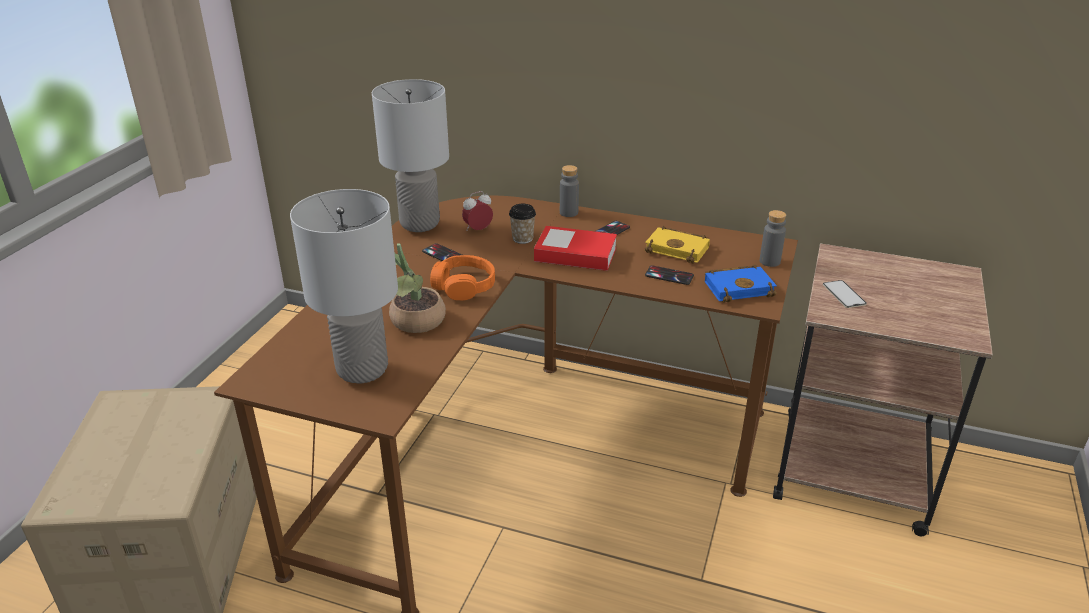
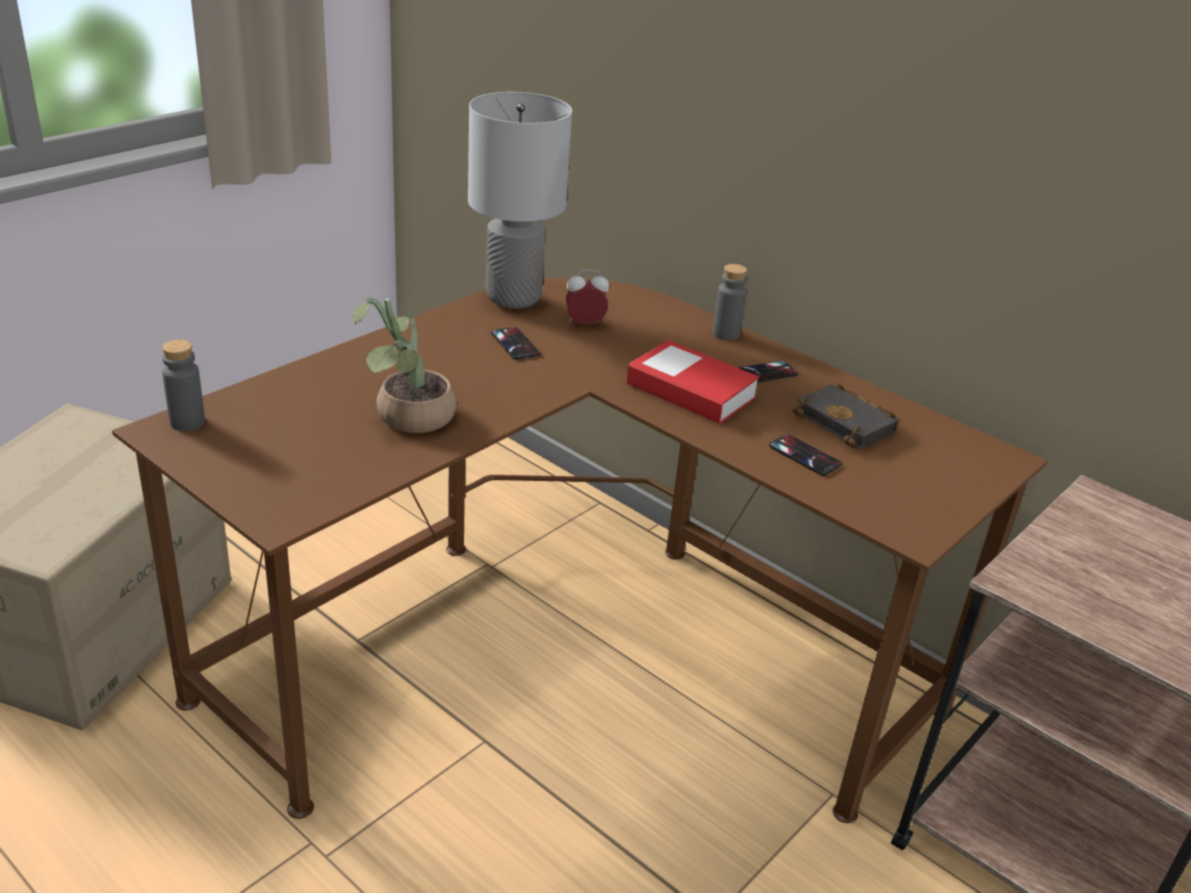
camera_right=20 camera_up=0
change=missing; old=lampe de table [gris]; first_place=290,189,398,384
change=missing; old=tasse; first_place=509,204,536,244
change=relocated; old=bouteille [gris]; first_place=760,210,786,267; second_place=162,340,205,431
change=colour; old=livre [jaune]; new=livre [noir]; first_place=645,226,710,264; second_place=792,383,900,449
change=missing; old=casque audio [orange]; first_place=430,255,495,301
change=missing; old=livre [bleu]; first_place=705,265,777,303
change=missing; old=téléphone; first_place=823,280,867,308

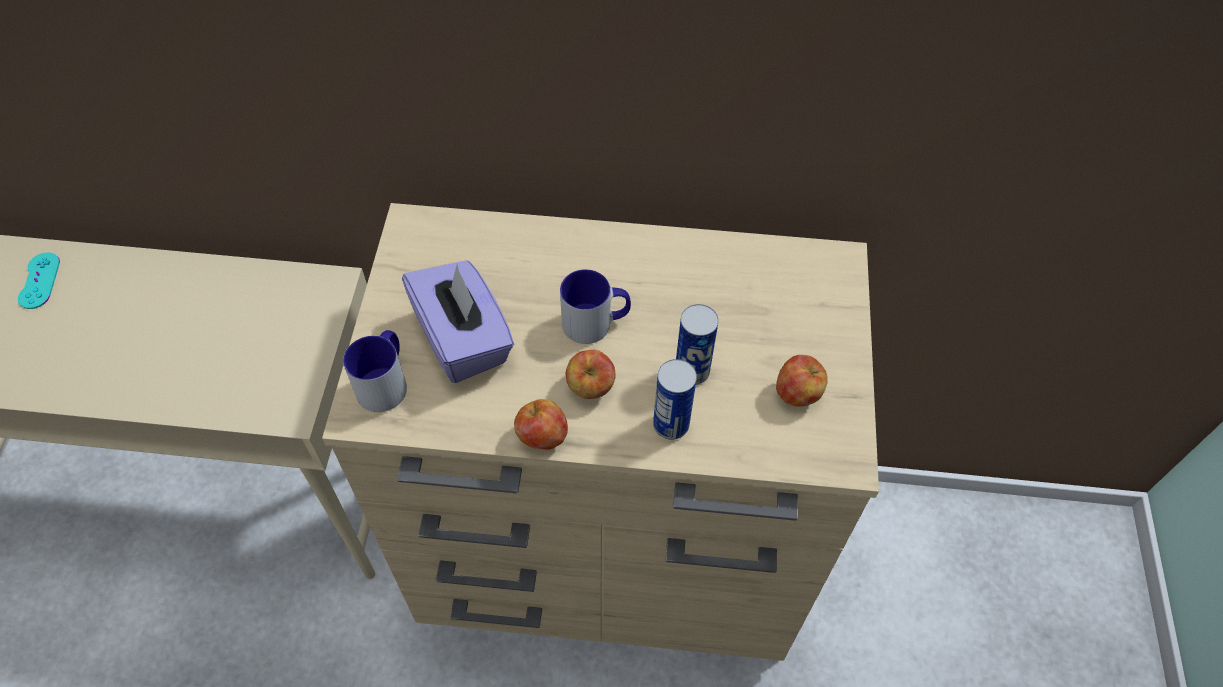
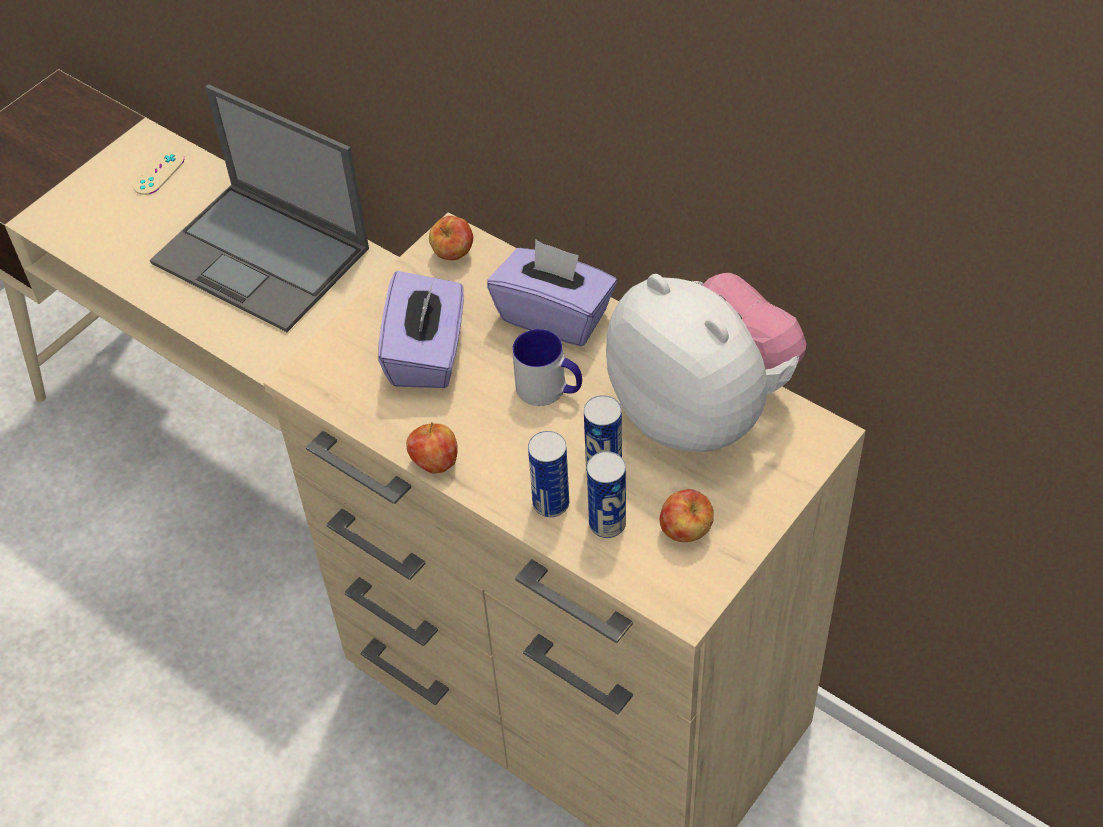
camera_right=35 camera_up=-5
change=colour; old=manette [turquoise]; new=manette [beige]; first_place=18,252,60,309; second_place=132,149,184,195
change=missing; old=mug; first_place=343,330,407,412
change=relocated; old=pomme; first_place=566,350,615,399; second_place=429,216,473,260
change=appeared; new=ordinateur portable; second_place=150,84,369,332
change=appeared; new=boîte à mouchoirs [violet]; second_place=487,239,617,346
change=appeared; new=peluche; second_place=606,273,806,452
change=appeared; new=boîte métallique; second_place=587,451,626,538

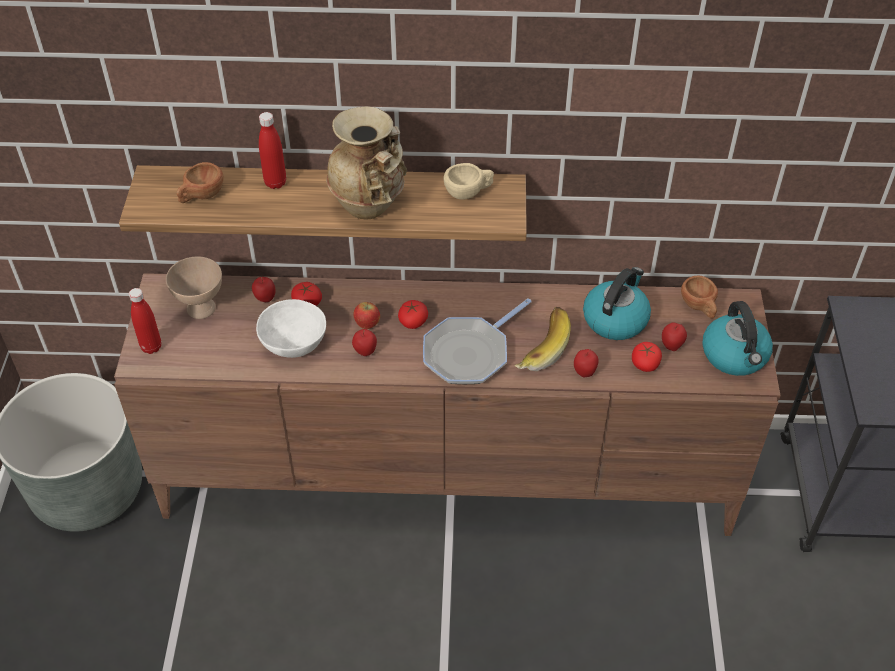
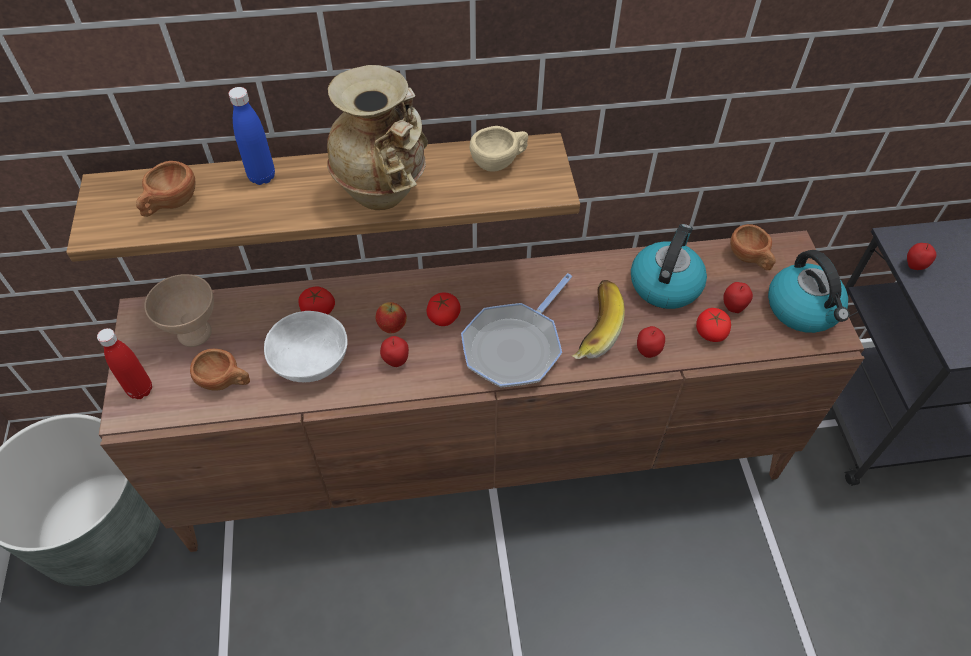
camera_right=-10 camera_up=5
change=colour; old=bouteille [rouge]; new=bouteille [bleu]; first_place=259,112,286,189; second_place=229,87,275,185
change=relocated; old=pomme; first_place=252,277,276,302; second_place=907,243,936,270
change=appeared; new=tasse [marron]; second_place=190,349,250,391

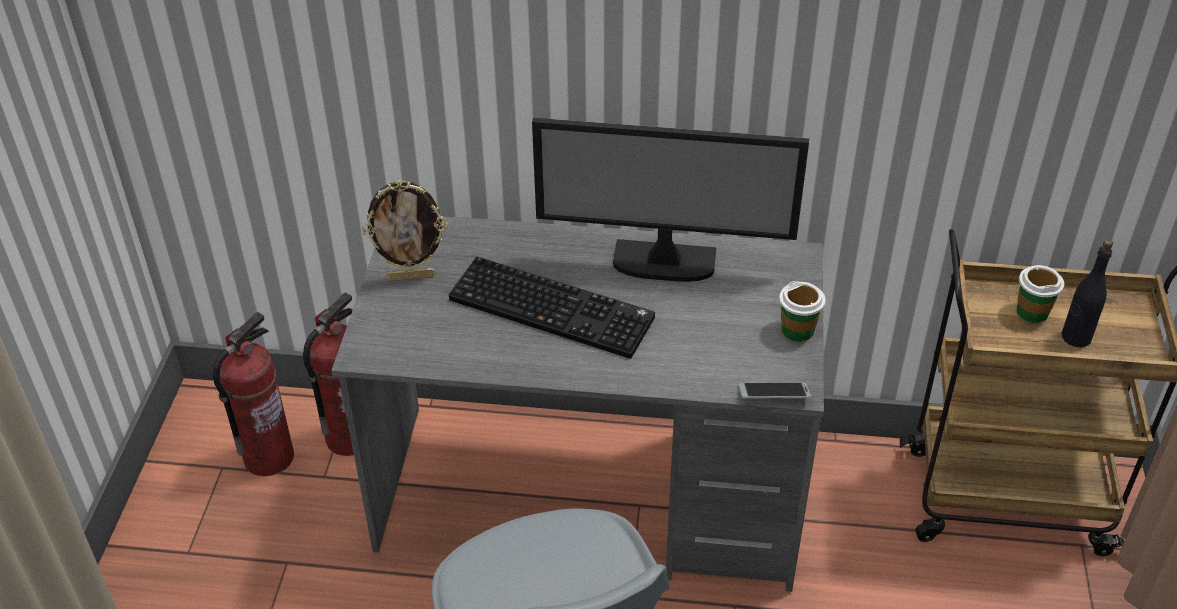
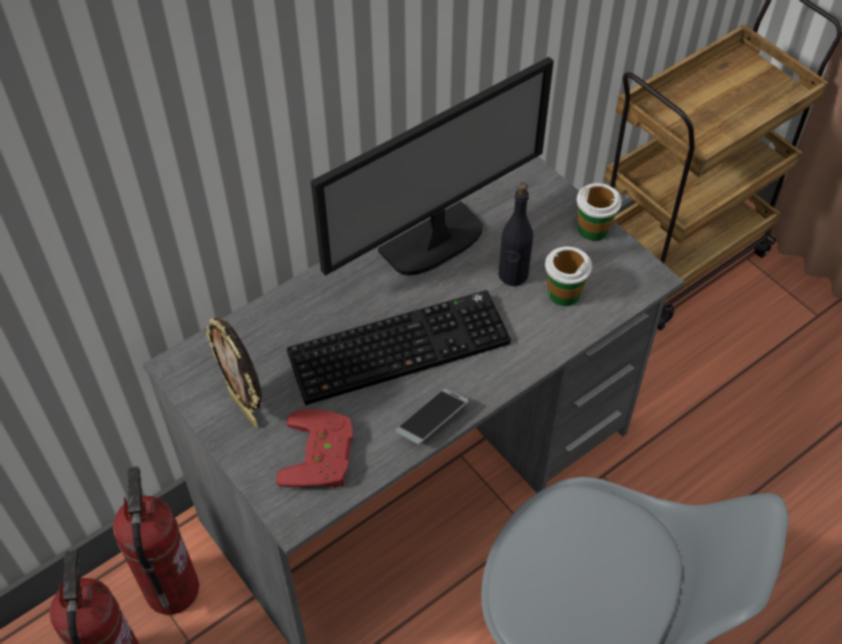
camera_right=-45 camera_up=10
change=spun; old=cadre photo; first_place=362,180,447,281; second_place=205,317,262,427; degrees=105
change=relocated; old=bouteille [noir]; first_place=1062,239,1113,347; second_place=498,182,533,286
change=relocated; old=tasse; first_place=1017,265,1064,323; second_place=545,247,592,306
change=relocated; old=téléphone; first_place=738,383,811,399; second_place=395,389,469,444
change=appeared; new=manette [rouge]; second_place=276,409,353,488

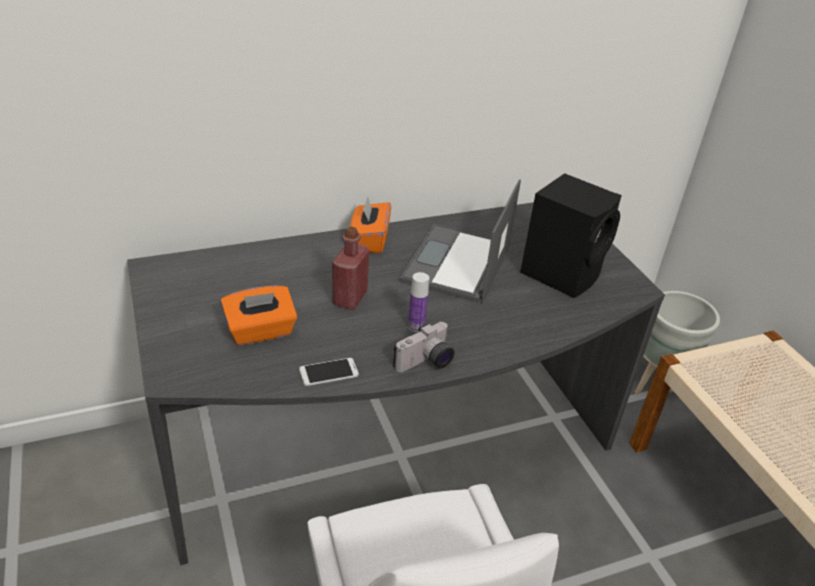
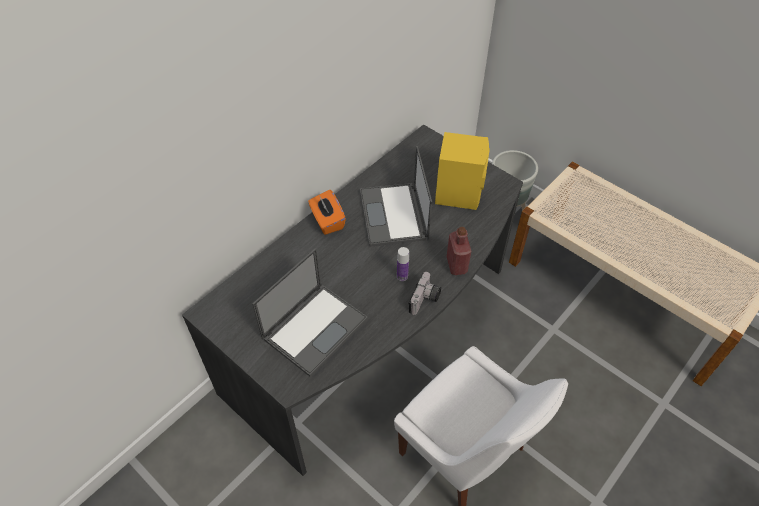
camera_right=-25 camera_up=15
change=colour; old=enceinte [noir]; new=enceinte [jaune]; first_place=520,173,622,298; second_place=435,132,490,210
change=relocated; old=bouteille [rouge]; first_place=332,227,369,310; second_place=446,227,471,275
change=exchanged; old=boîte à mouchoirs [orange]; new=ordinateur portable; first_place=220,286,297,345; second_place=252,248,368,377
change=missing; old=téléphone; first_place=299,358,359,386

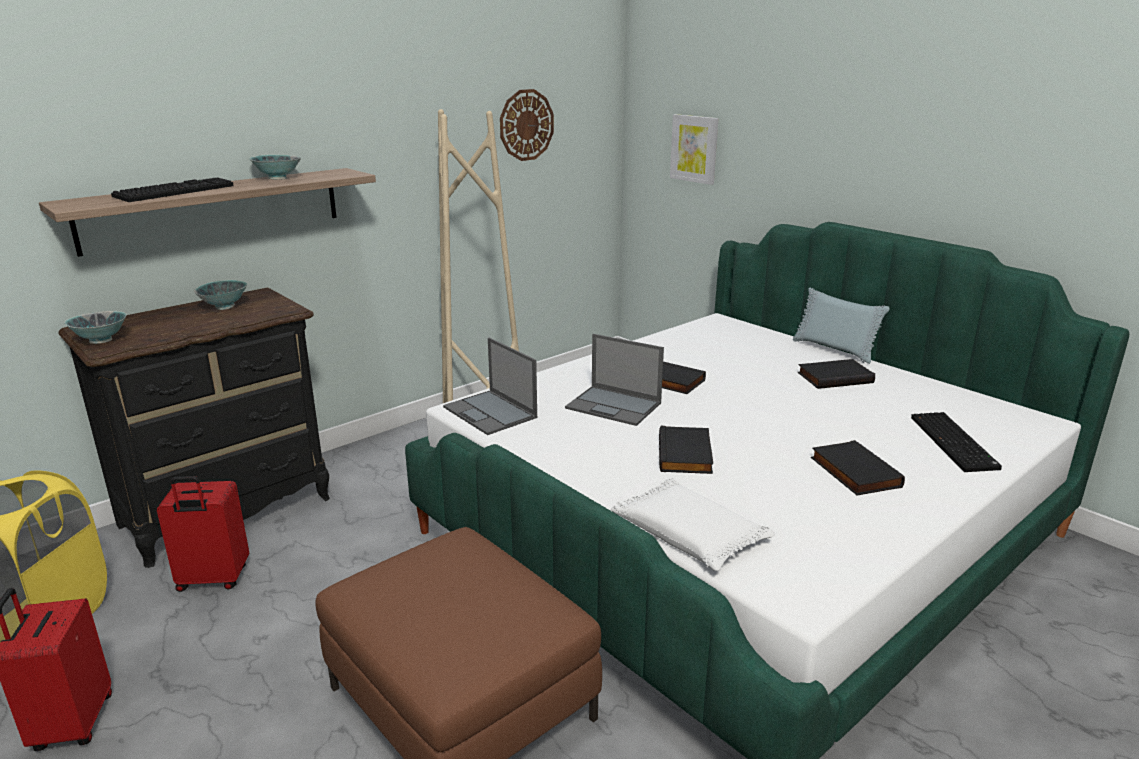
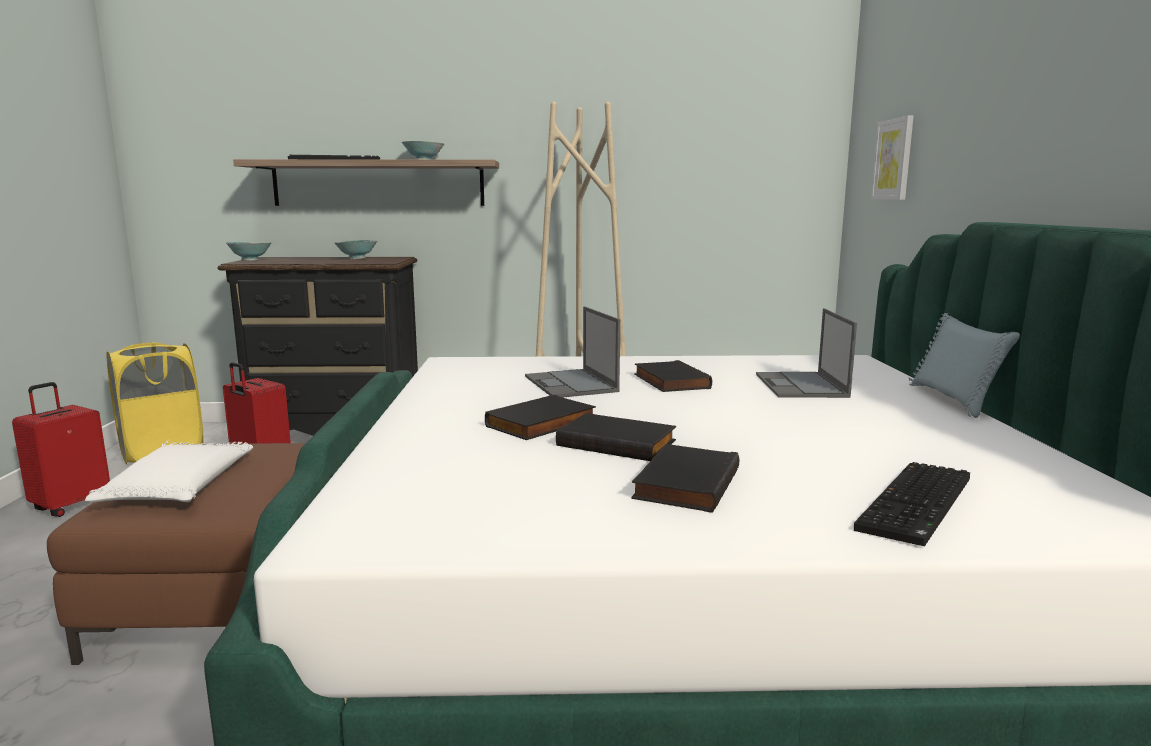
camera_right=40 camera_up=-10
change=missing; old=horloge murale; first_place=500,89,554,161
change=relocated; old=ordinateur portable; first_place=443,337,537,435; second_place=756,309,857,398
change=relocated; old=livre [noir]; first_place=797,359,875,389; second_place=556,413,676,461
change=relocated; old=coussin [blanc]; first_place=611,478,775,571; second_place=85,440,253,502

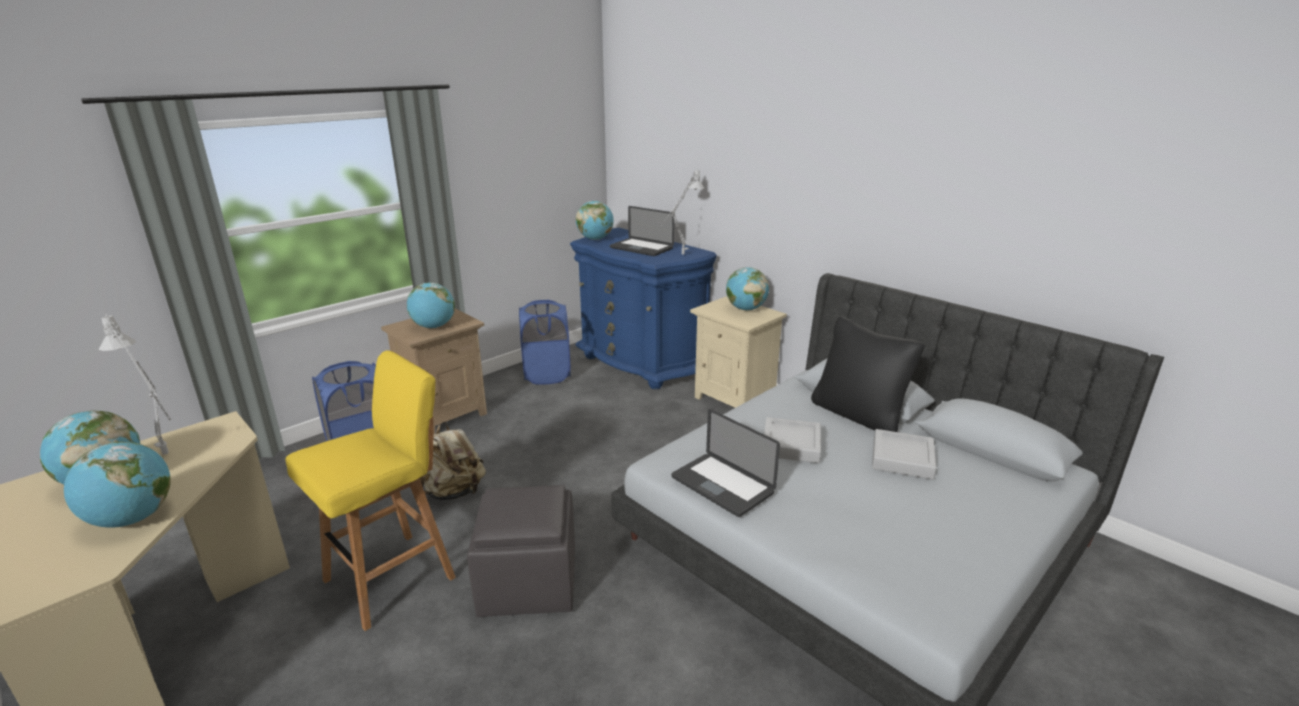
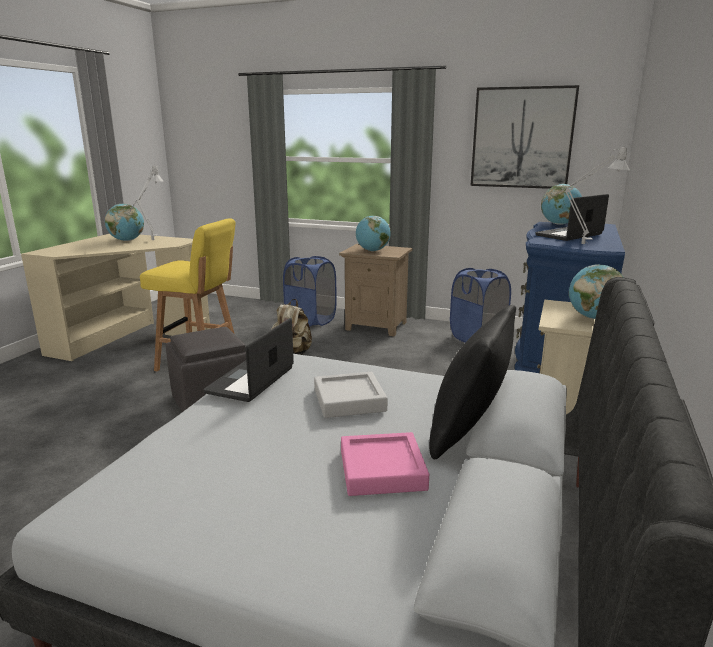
camera_right=65 camera_up=-5
change=spun; old=ordinateur portable; first_place=610,206,674,256; second_place=535,194,609,241; degrees=45
change=colour; old=plateau [gris]; new=plateau [rose]; first_place=872,429,936,479; second_place=341,432,429,496
change=missing; old=globe; first_place=64,442,171,528
change=appeared; new=tableau; second_place=470,85,579,189

